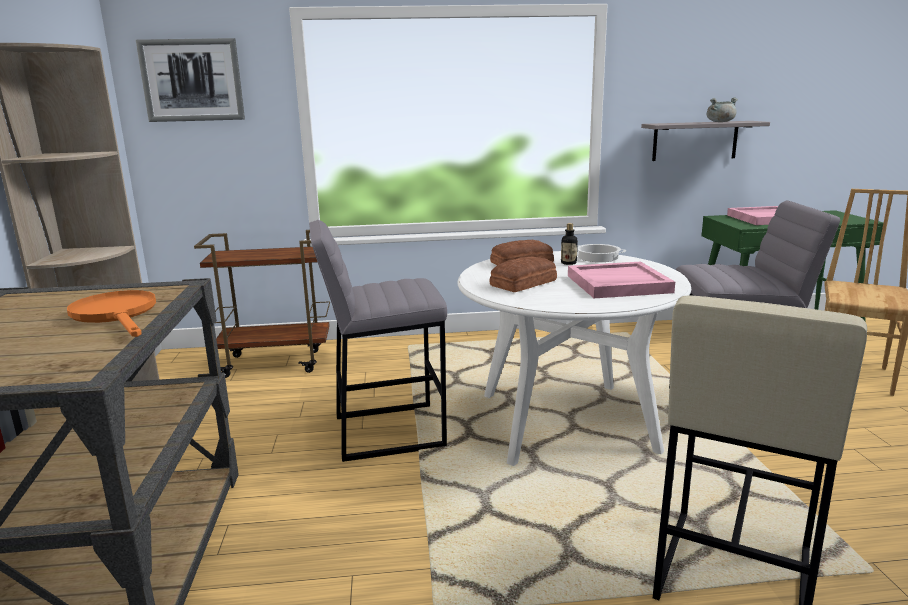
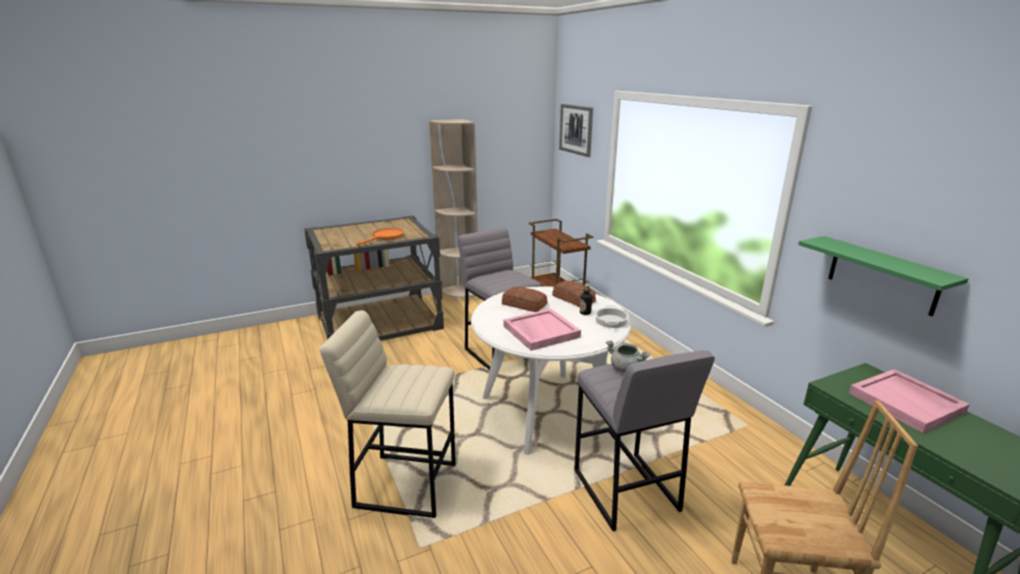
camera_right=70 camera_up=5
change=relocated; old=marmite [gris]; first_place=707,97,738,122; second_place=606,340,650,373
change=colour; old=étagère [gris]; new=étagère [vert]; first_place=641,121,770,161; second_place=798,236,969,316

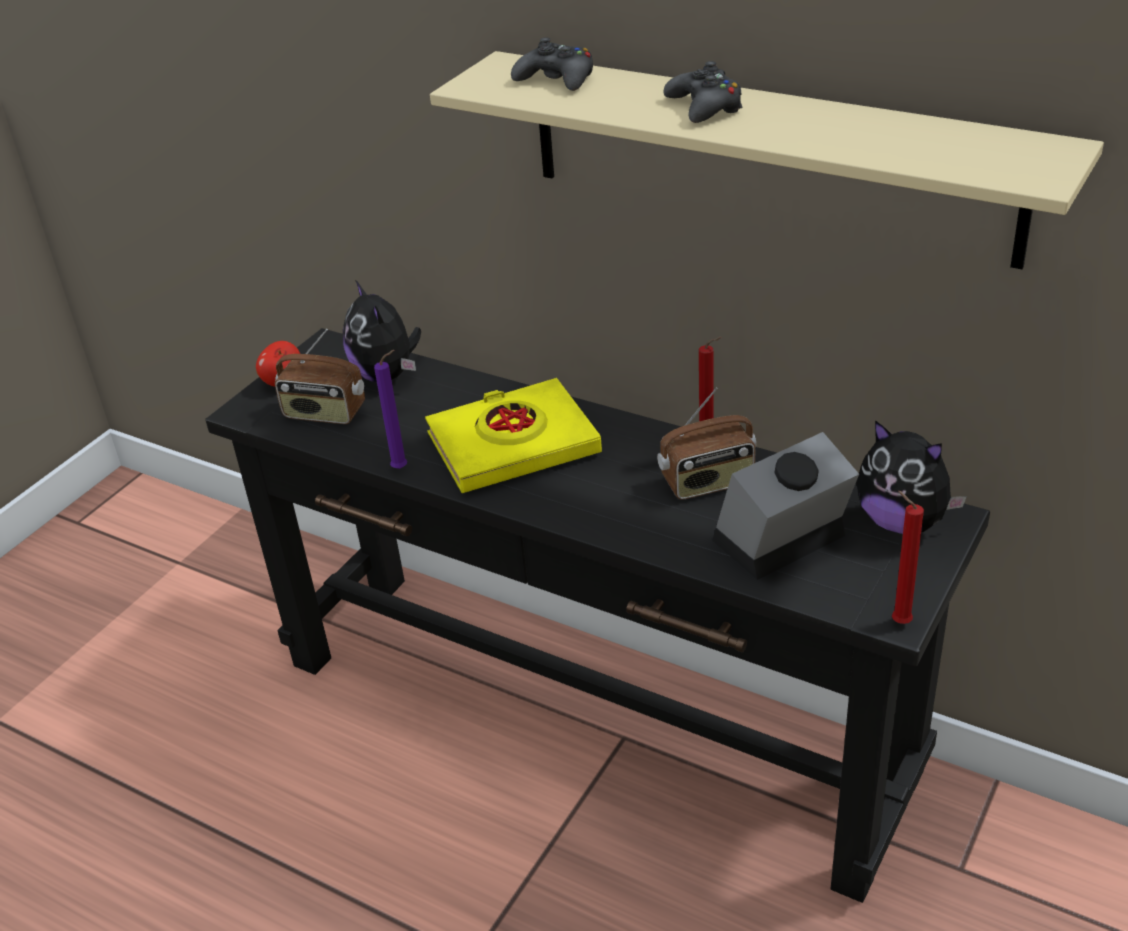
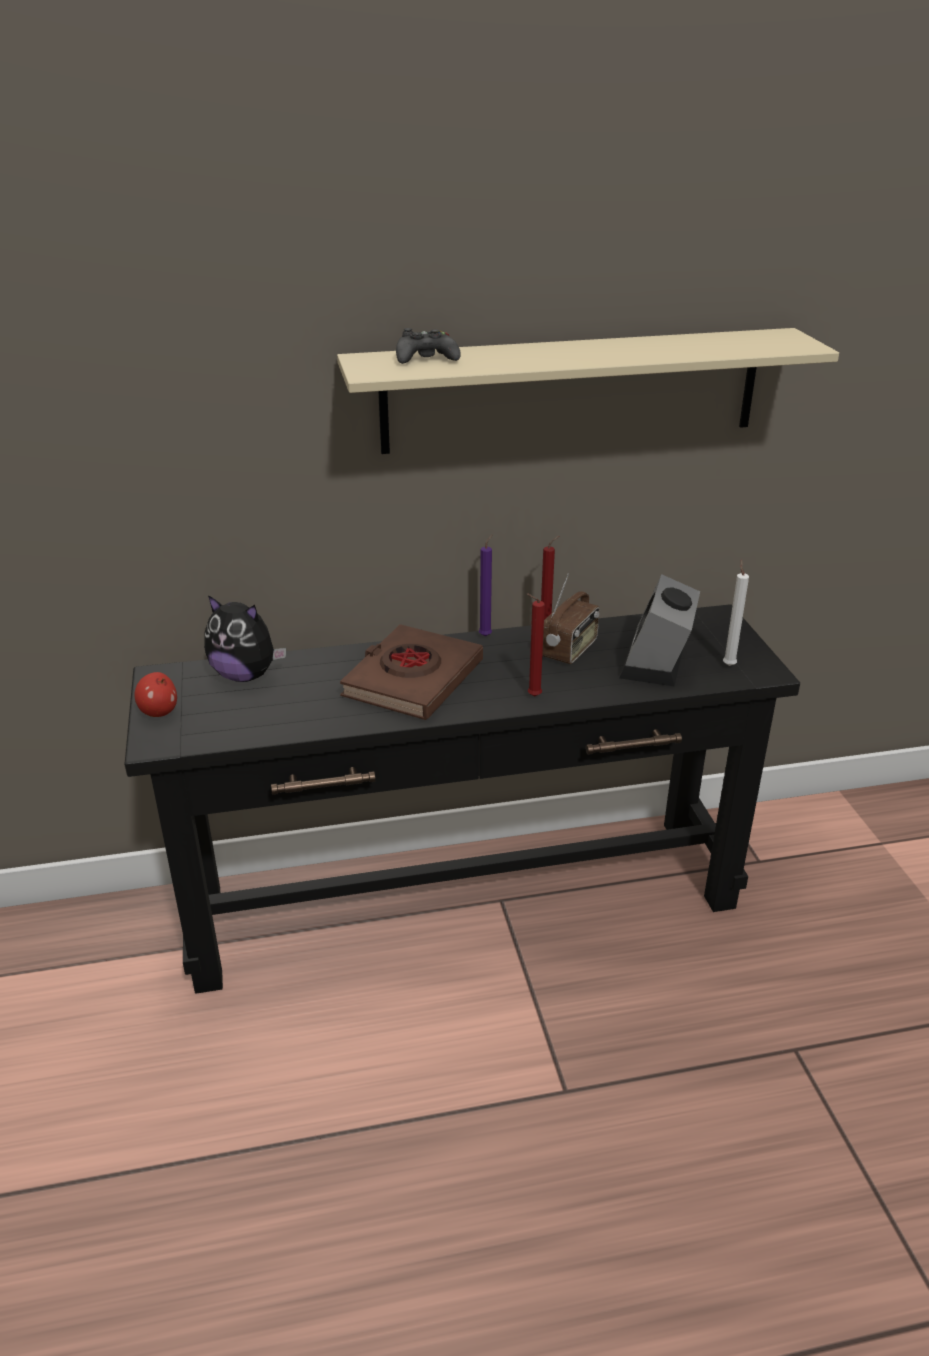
camera_right=-45 camera_up=-5
change=missing; old=manette [noir]; first_place=664,61,743,123
change=missing; old=radio; first_place=275,329,365,424
change=relocated; old=bougie [violet]; first_place=374,350,407,469; second_place=479,535,492,637
change=colour; old=livre [jaune]; new=livre [marron]; first_place=425,378,602,493; second_place=340,624,483,720
change=missing; old=peluche; first_place=856,420,967,534
change=relocated; old=bougie [rouge]; first_place=892,491,924,624; second_place=527,594,545,696
change=appeared; new=bougie [blanc]; second_place=723,560,749,666

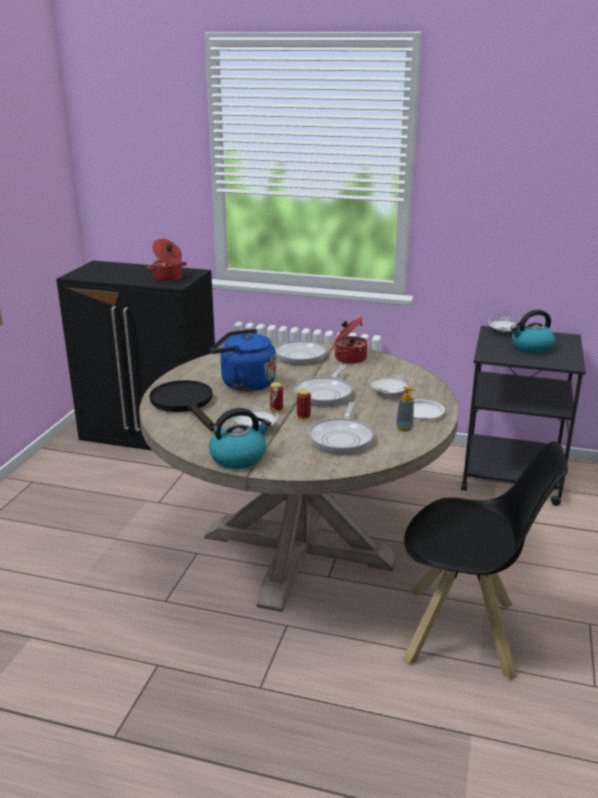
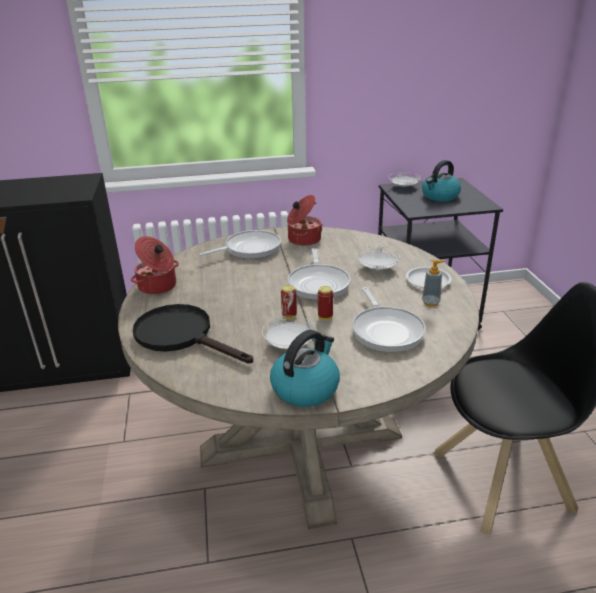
camera_right=-25 camera_up=5
change=relocated; old=marmite; first_place=147,239,187,282; second_place=131,236,179,295
change=missing; old=bouilloire [bleu]; first_place=210,329,276,392

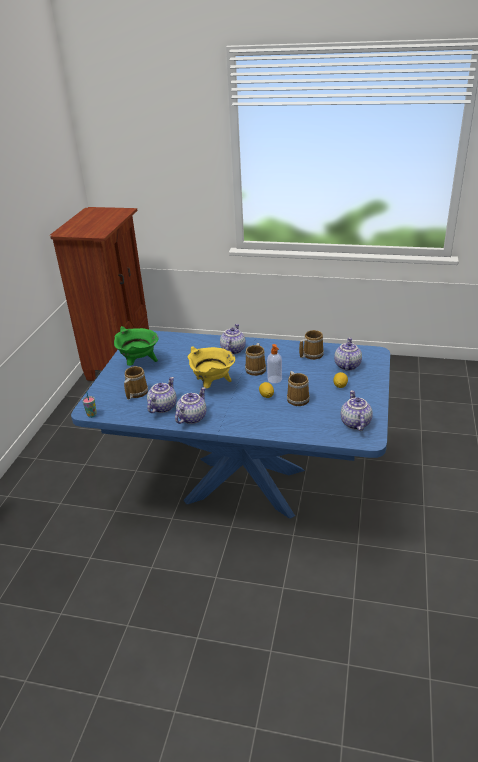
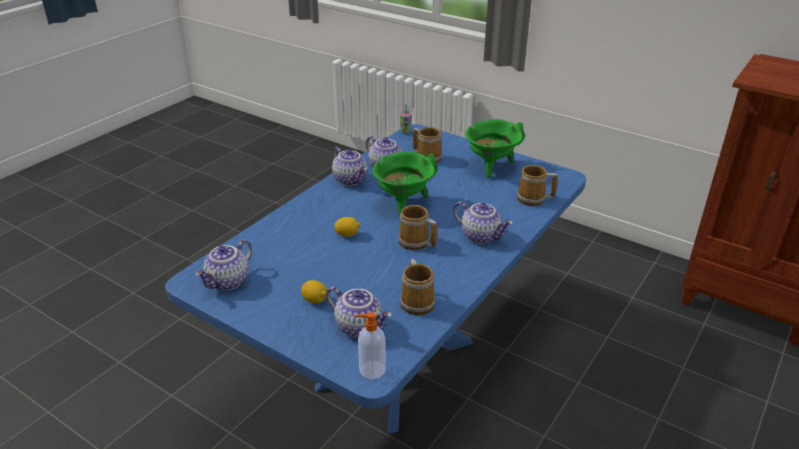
camera_right=110 camera_up=0
change=relocated; old=distributeur de savon; first_place=267,344,282,384; second_place=354,312,386,379
change=colour; old=marmite [jaune]; new=marmite [vert]; first_place=188,346,235,388; second_place=372,151,438,216
change=relocated; old=mug; first_place=287,371,310,406; second_place=517,165,558,206
change=spun; old=théière; first_place=341,390,373,431; second_place=195,239,252,290; degrees=105

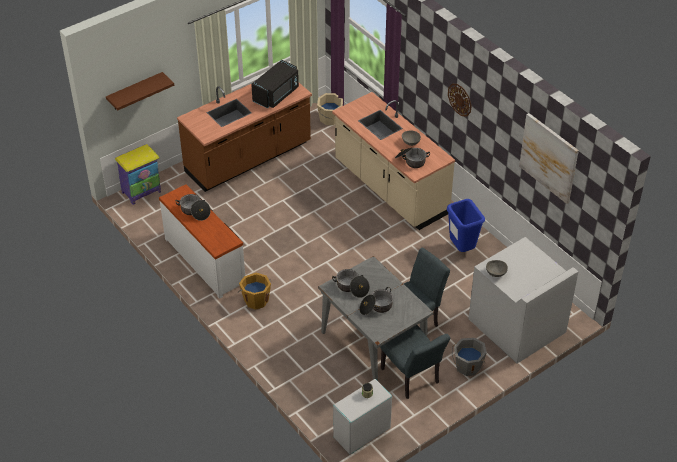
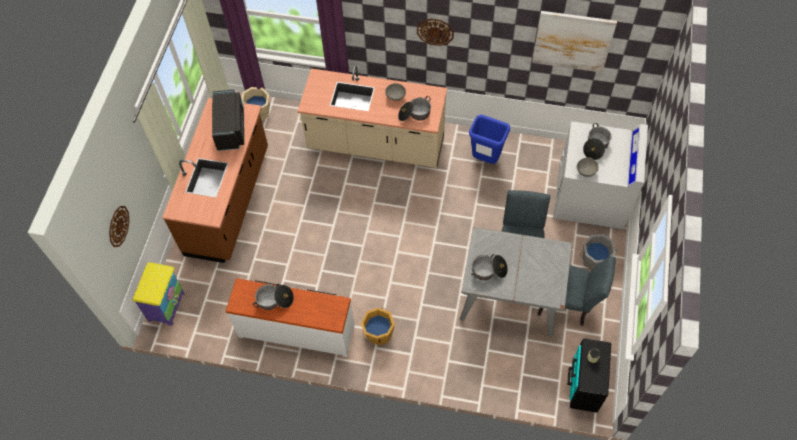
camera_right=-40 camera_up=15
change=exchanged; old=étagère [marron]; new=horloge murale; first_place=106,72,174,111; second_place=109,206,129,247
change=relocated; old=marmite; first_place=359,287,393,315; second_place=583,123,612,160
change=colour; old=table de chevet [blanc]; new=table de chevet [noir]; first_place=333,379,392,454; second_place=567,338,611,413

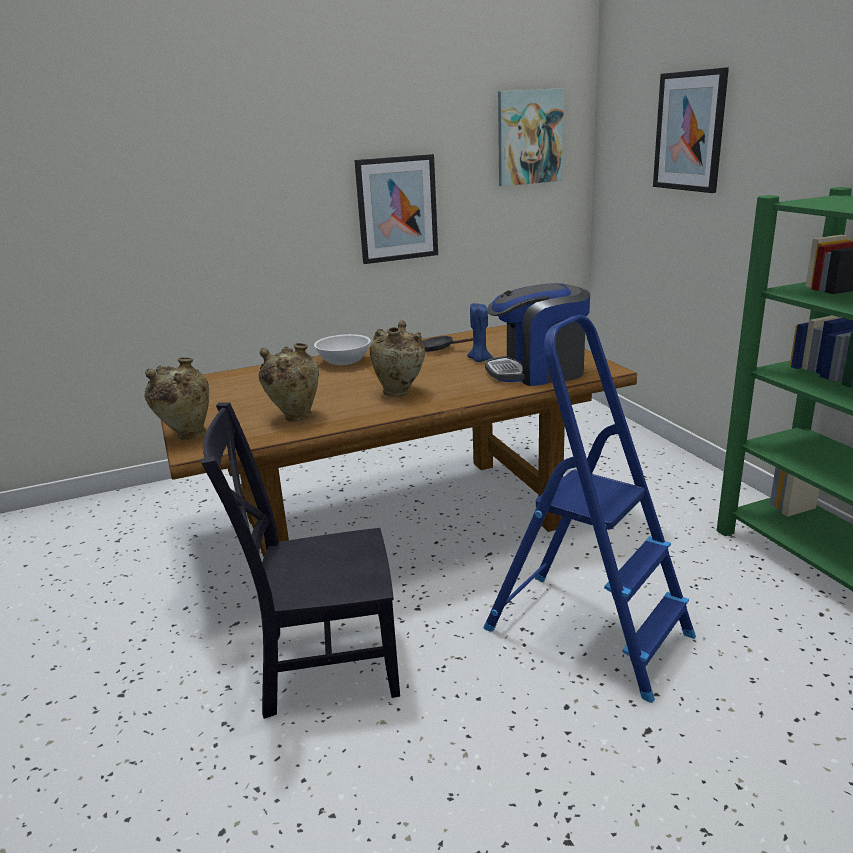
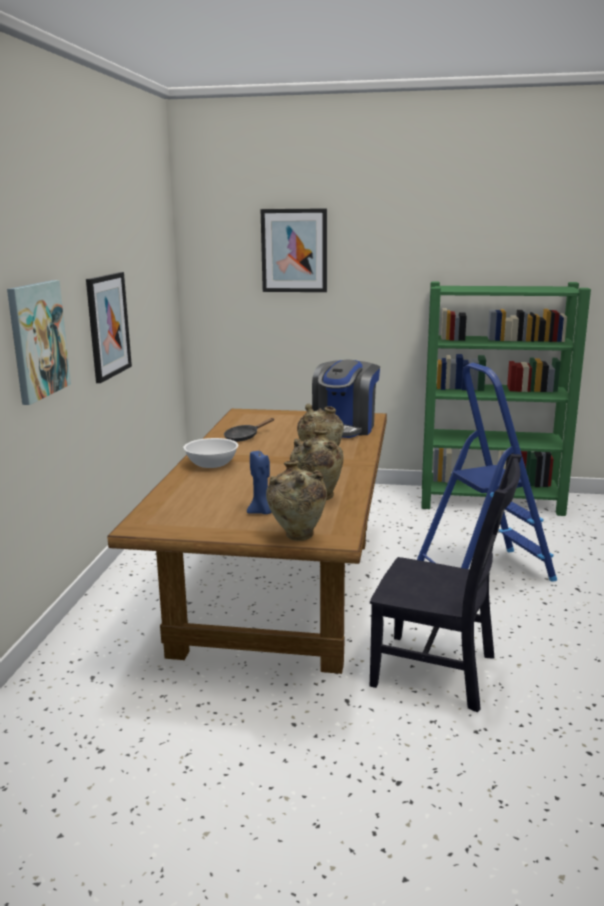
camera_right=-60 camera_up=-5
change=relocated; old=tableau; first_place=498,88,564,186; second_place=7,280,71,405
change=relocated; old=bougie [bleu]; first_place=467,303,493,362; second_place=247,451,272,514
change=spun; old=chaise [noir]; first_place=200,402,400,719; second_place=370,454,522,712; degrees=-90

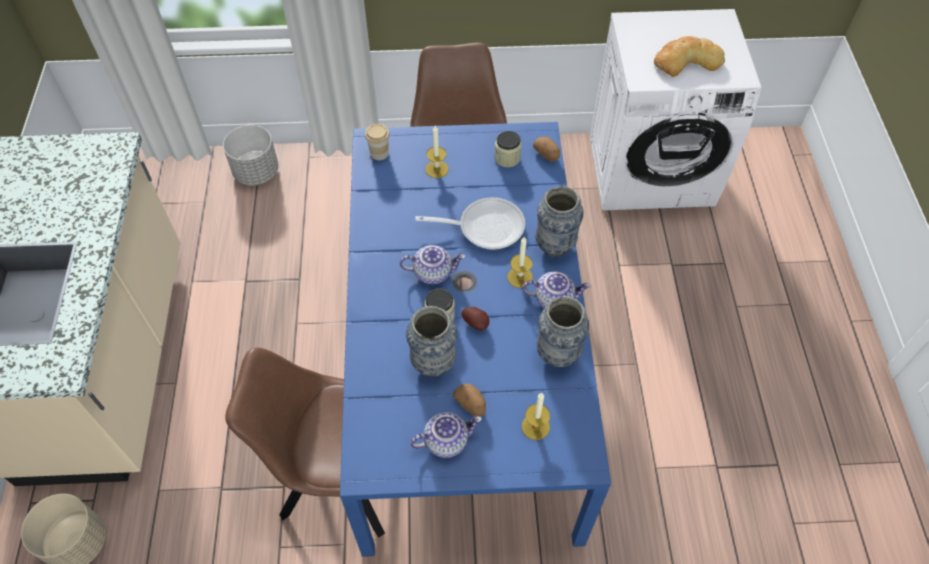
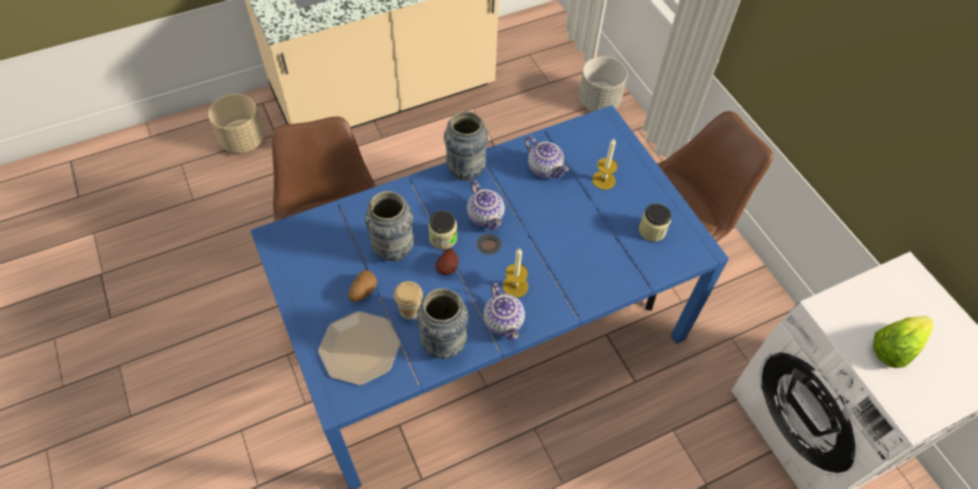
camera_right=65 camera_up=0
change=exchanged; old=pain; new=laitue; first_place=654,36,725,77; second_place=873,316,933,368
change=relocated; old=tasse; first_place=365,124,390,160; second_place=394,281,423,320
change=missing; old=pomme de terre; first_place=533,137,560,162
change=relocated; old=vase; first_place=535,186,584,257; second_place=444,111,488,181
change=missing; old=poêle; first_place=415,197,525,250
change=exchanged; old=bougie; new=assiette; first_place=522,393,550,440; second_place=318,311,400,385
change=relocated; old=théière; first_place=410,412,482,458; second_place=525,136,569,178

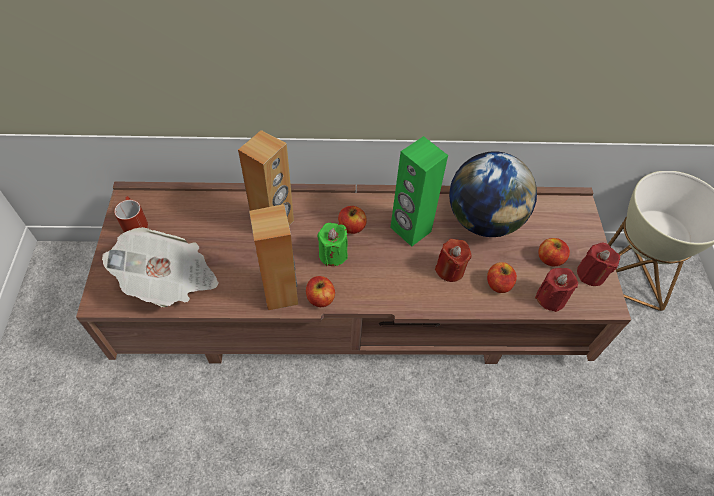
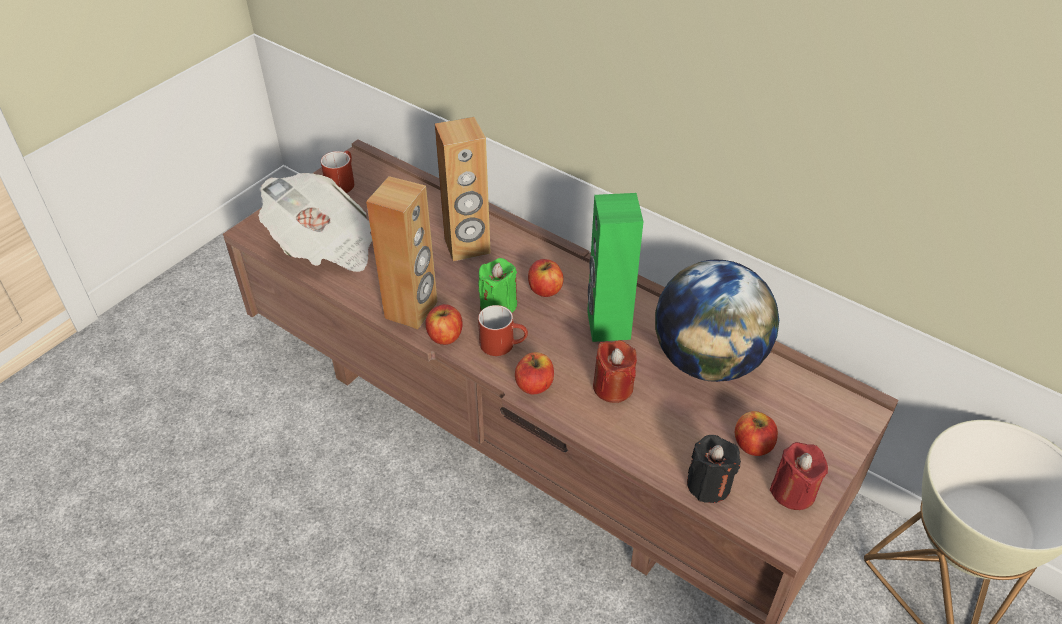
camera_right=40 camera_up=-10
change=relocated; old=pomme; first_place=487,262,517,293; second_place=515,352,554,394
change=colour; old=bougie [rouge]; new=bougie [noir]; first_place=535,268,578,312; second_place=687,435,741,503
change=appeared; new=mug [rouge]; second_place=478,305,528,356

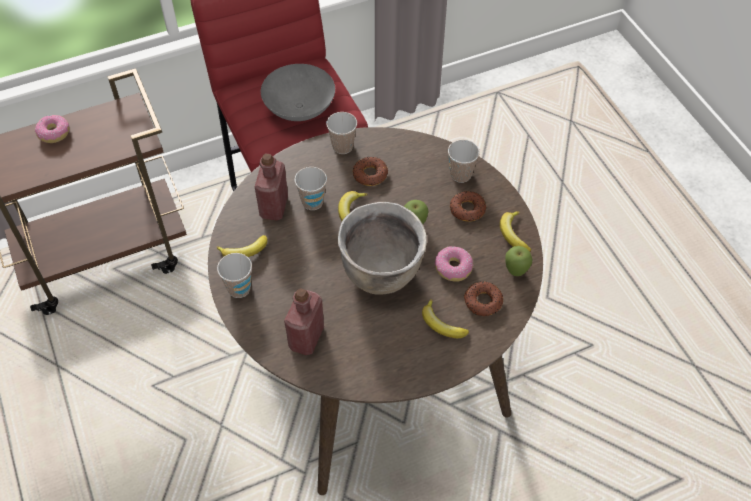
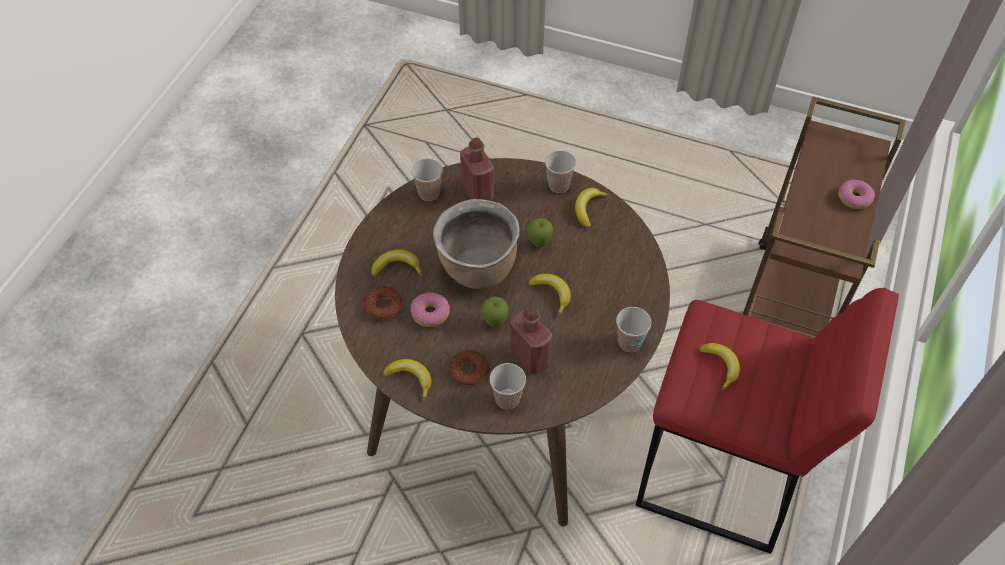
camera_right=135 camera_up=0
change=exchanged; old=bol [gris]; new=banane; first_place=261,64,335,121; second_place=699,343,740,390
change=relocated; old=bouteille [rouge]; first_place=255,153,288,220; second_place=510,307,552,374
change=missing; old=beignet; first_place=353,157,388,186
change=relocated; old=tasse; first_place=294,167,327,210; second_place=411,158,443,201
change=relocated; old=pomme; first_place=505,246,532,276; second_place=527,218,553,247

